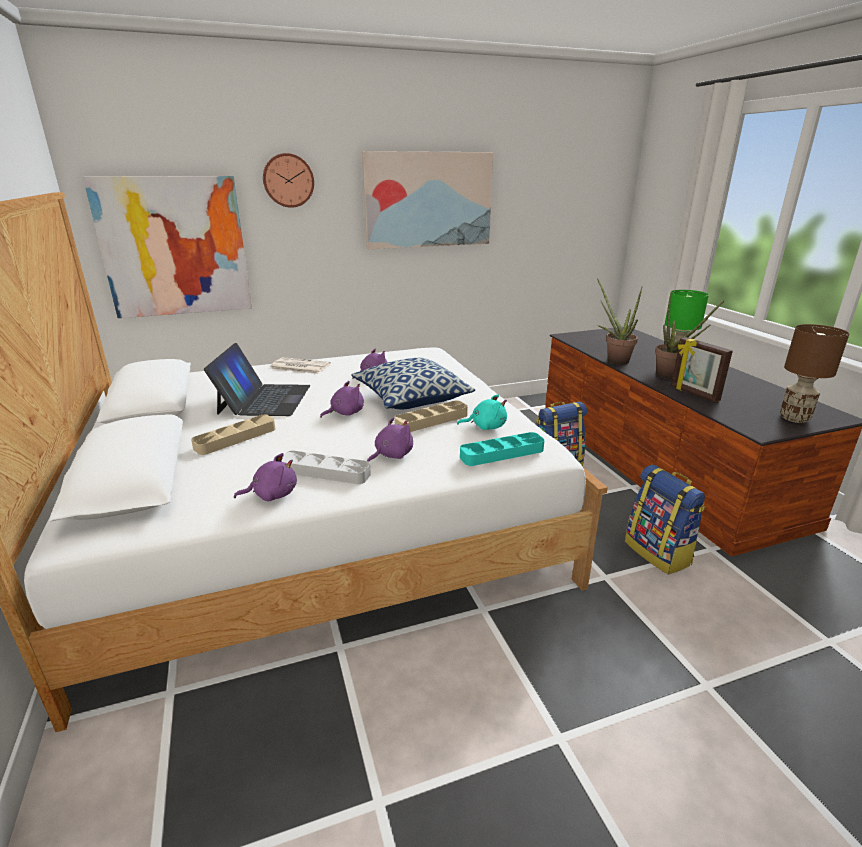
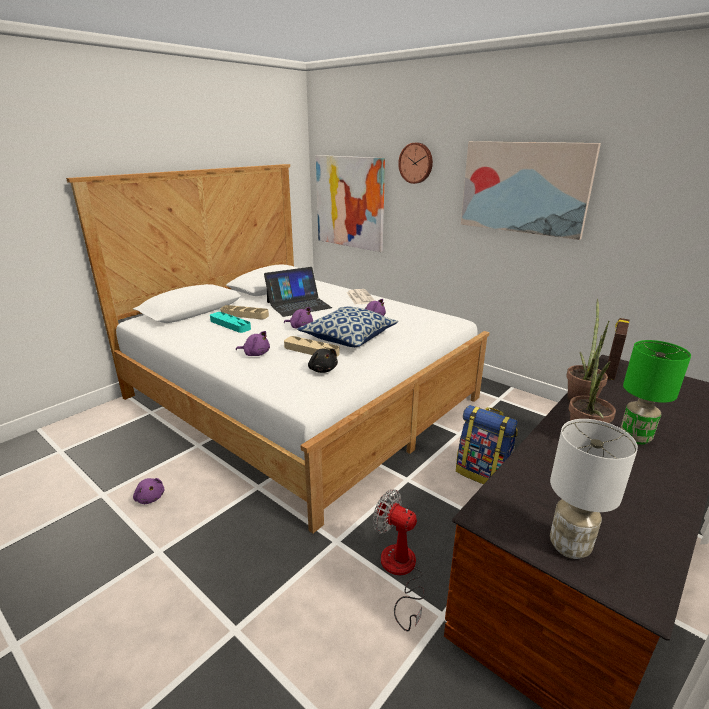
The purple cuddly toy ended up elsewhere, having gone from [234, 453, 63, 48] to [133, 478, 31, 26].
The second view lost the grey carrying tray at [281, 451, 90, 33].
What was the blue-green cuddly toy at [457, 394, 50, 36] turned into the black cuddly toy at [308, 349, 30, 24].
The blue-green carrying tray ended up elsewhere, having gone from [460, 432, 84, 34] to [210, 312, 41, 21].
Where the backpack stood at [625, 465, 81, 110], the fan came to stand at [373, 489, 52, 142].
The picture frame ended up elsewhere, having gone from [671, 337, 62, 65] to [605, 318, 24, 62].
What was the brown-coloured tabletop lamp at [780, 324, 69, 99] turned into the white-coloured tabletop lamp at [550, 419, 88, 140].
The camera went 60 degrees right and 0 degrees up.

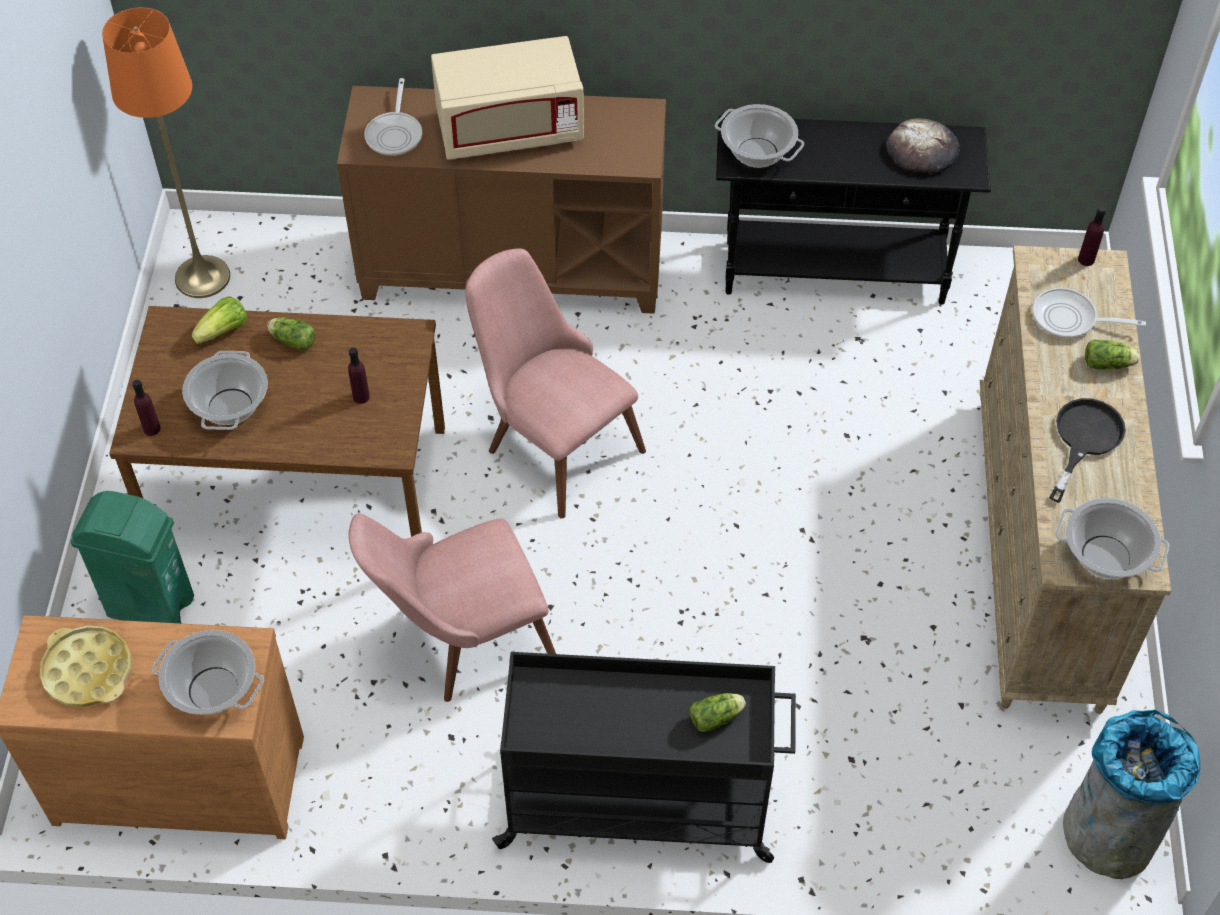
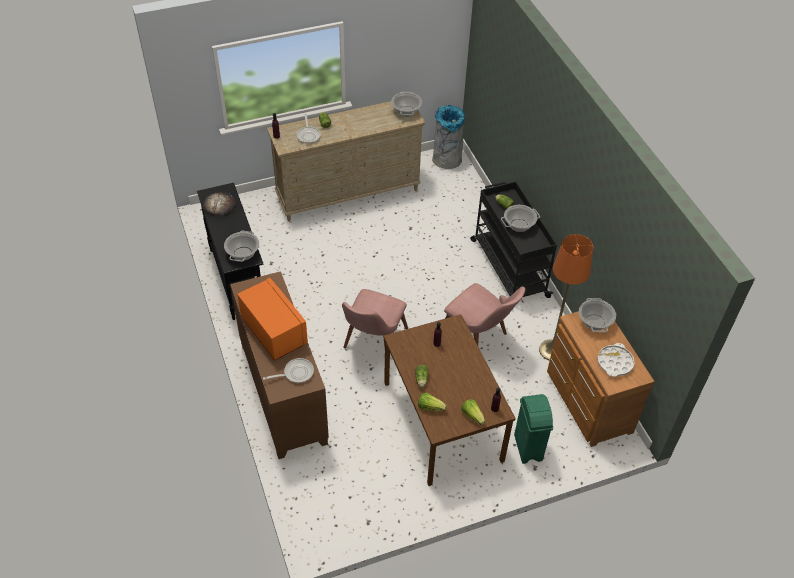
What was the yellow carrying tray at [40, 626, 91, 81] turned into the white-coloured carrying tray at [597, 343, 38, 34].
The orangey standard lamp ended up elsewhere, having gone from [102, 7, 128, 291] to [539, 234, 54, 127].
The cooking pot ended up elsewhere, having gone from [182, 351, 86, 79] to [501, 205, 39, 27].
What was the beige-coloured microwave oven at [431, 36, 153, 124] turned into the orangey microwave oven at [237, 278, 71, 83].
The second view lost the black frying pan at [1049, 398, 77, 105].
The second view gained the lettuce at [461, 399, 24, 26].
The camera went 115 degrees left and 5 degrees down.

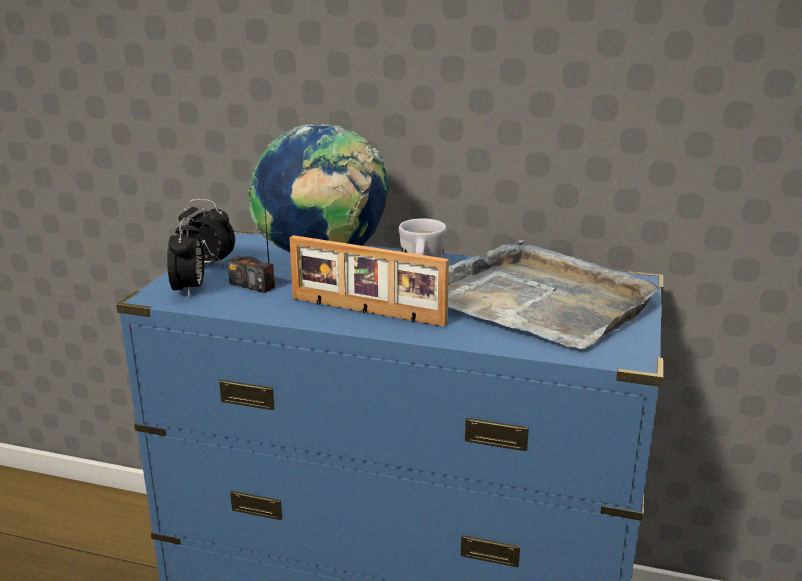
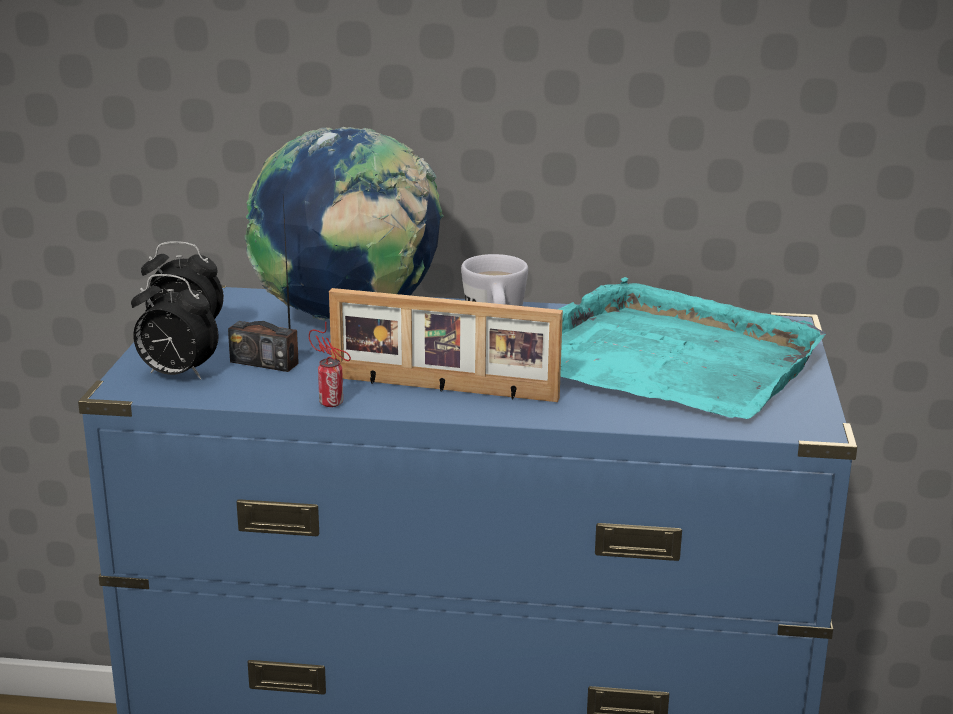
The table clock at [167, 217, 37, 80] ended up facing another way, 120 degrees clockwise from before.
What was the grey carrying tray at [448, 240, 212, 109] turned into the blue-green carrying tray at [558, 277, 268, 142].
The second view gained the can at [309, 322, 42, 85].
The camera went 10 degrees left and 0 degrees up.

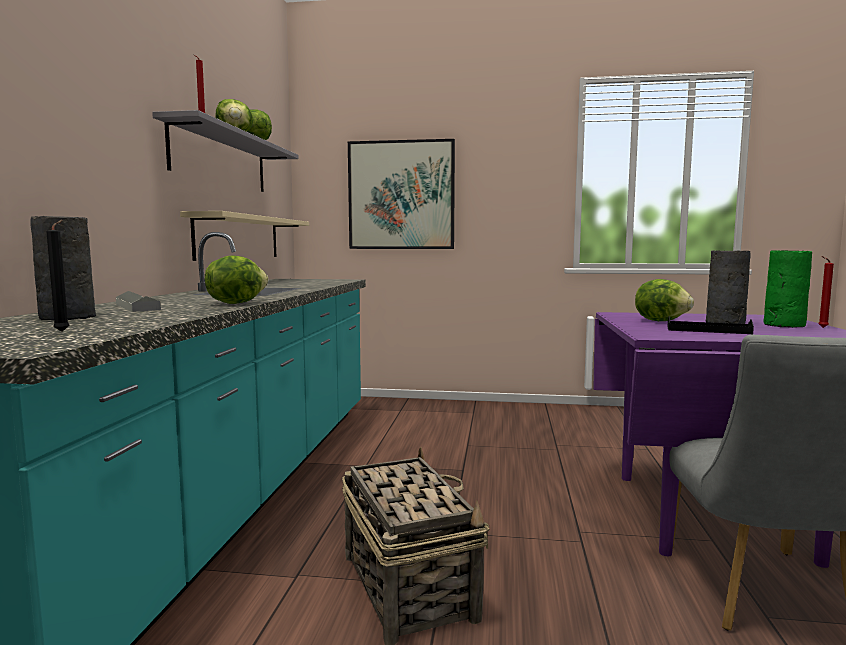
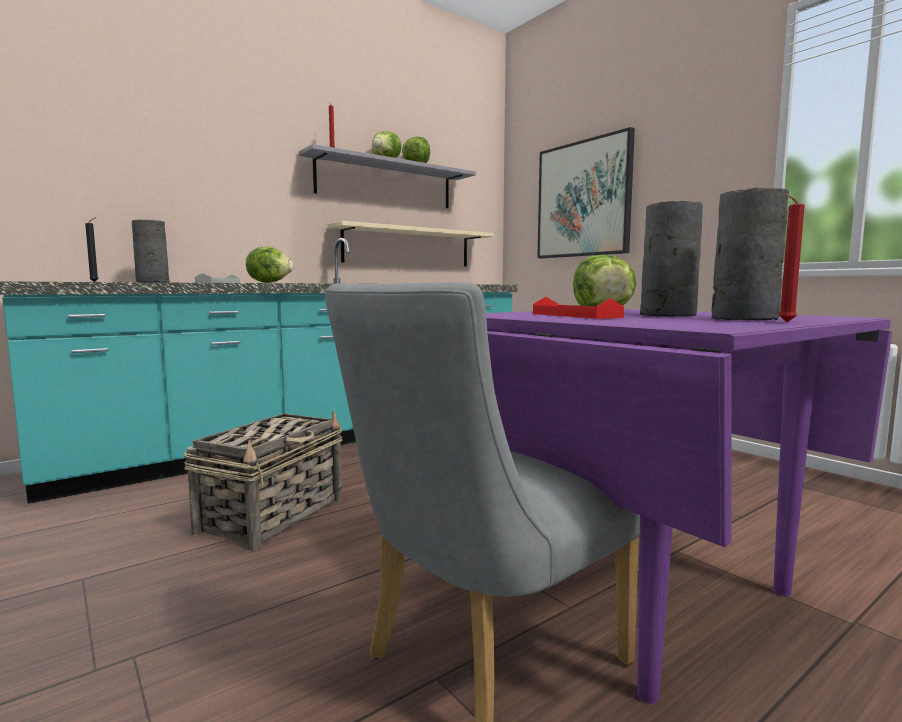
What was the black carrying tray at [667, 316, 87, 18] turned into the reddish carrying tray at [533, 297, 91, 22].
What was the green vase at [763, 250, 49, 78] turned into the grey vase at [711, 188, 78, 132].
The camera went 45 degrees right and 0 degrees up.

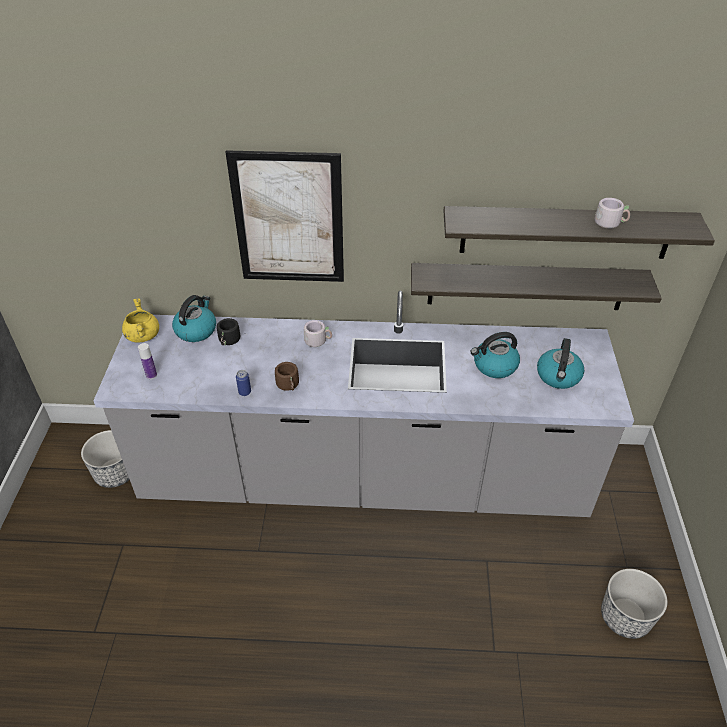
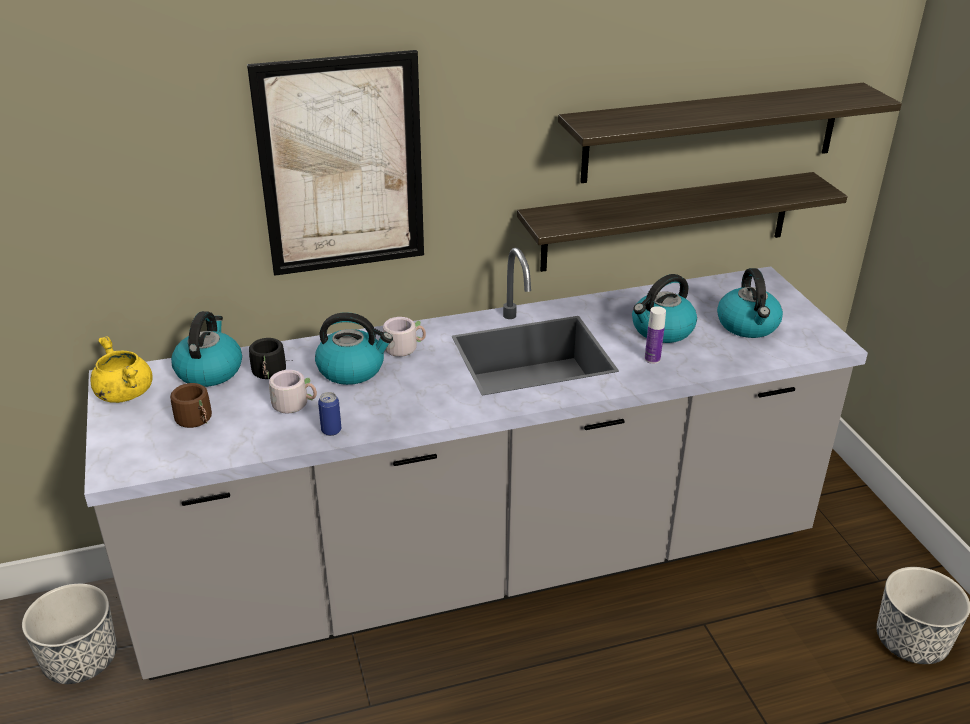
The drink bottle ended up elsewhere, having gone from [138, 343, 19, 36] to [645, 306, 21, 58].
The brown-coloured tea mug ended up elsewhere, having gone from [275, 362, 24, 29] to [170, 383, 42, 45].
The grey tea mug ended up elsewhere, having gone from [595, 198, 35, 30] to [269, 370, 48, 43].
The second view gained the kettle at [315, 312, 78, 73].
The camera went 20 degrees left and 10 degrees down.

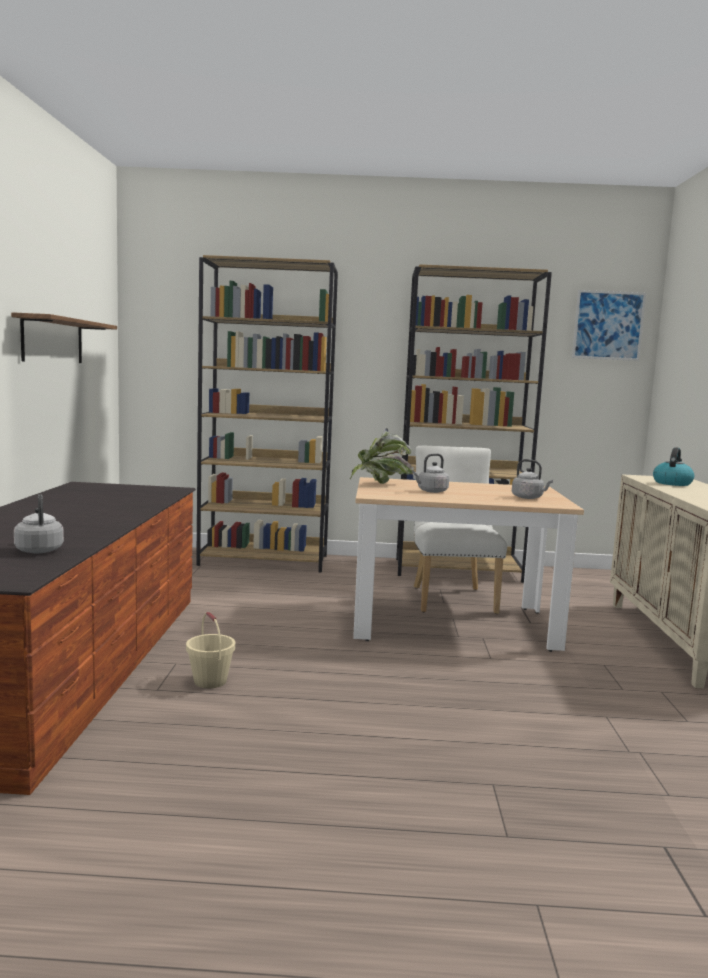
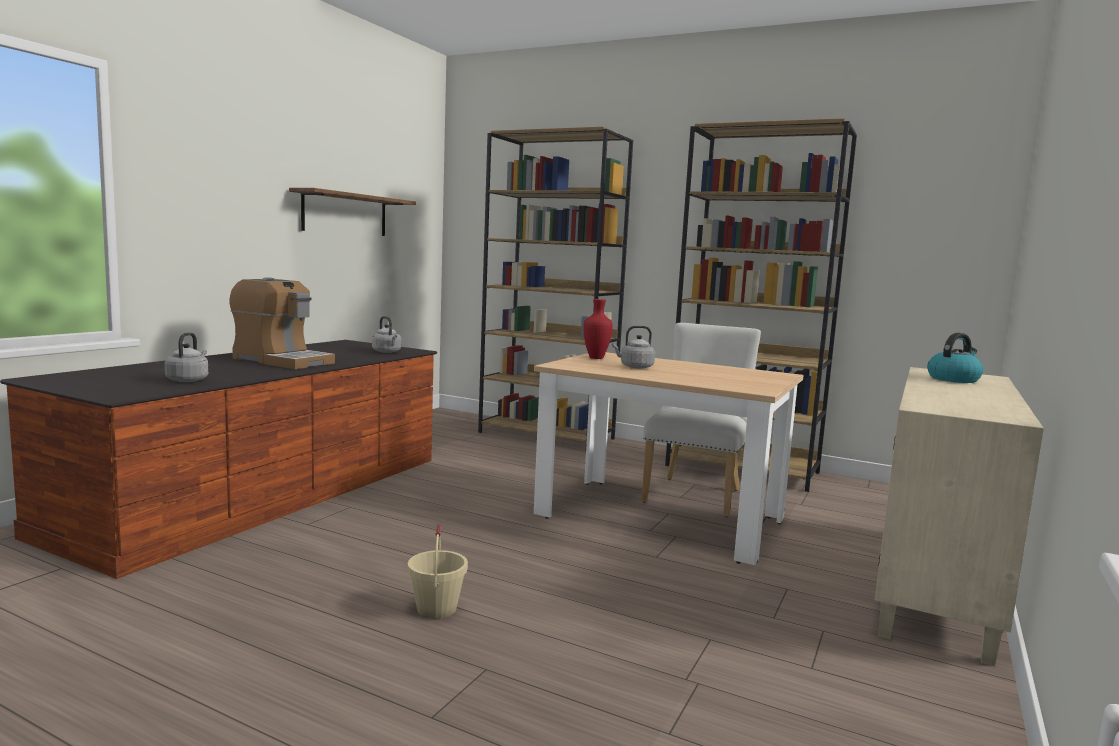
The beige-coloured bucket ended up elsewhere, having gone from [186, 612, 49, 77] to [408, 524, 60, 95].
Where the potted plant stood at [350, 428, 64, 56], the reddish vase came to stand at [584, 299, 29, 60].
The grey kettle ended up elsewhere, having gone from [512, 459, 41, 40] to [372, 316, 29, 37].
The second view lost the wall art at [572, 290, 74, 71].
The second view gained the coffee maker at [229, 277, 106, 92].
The camera went 25 degrees right and 0 degrees up.

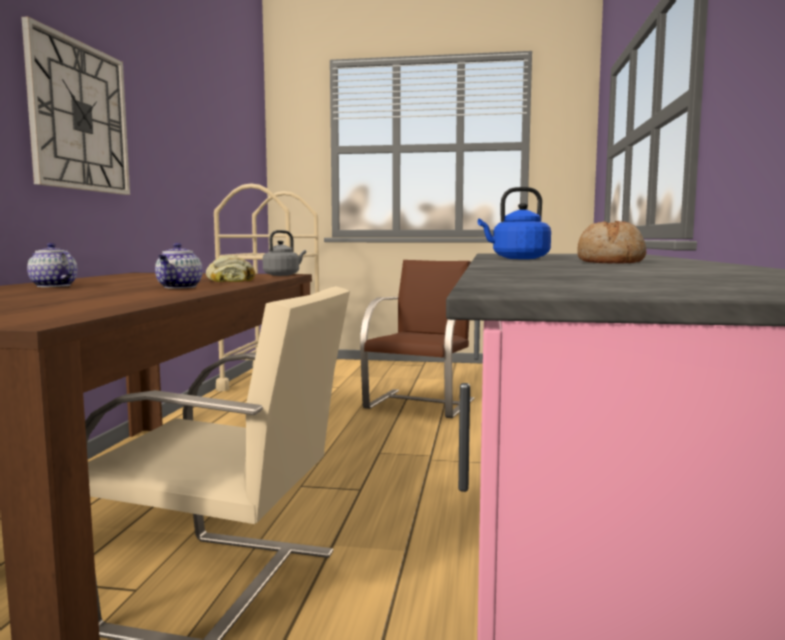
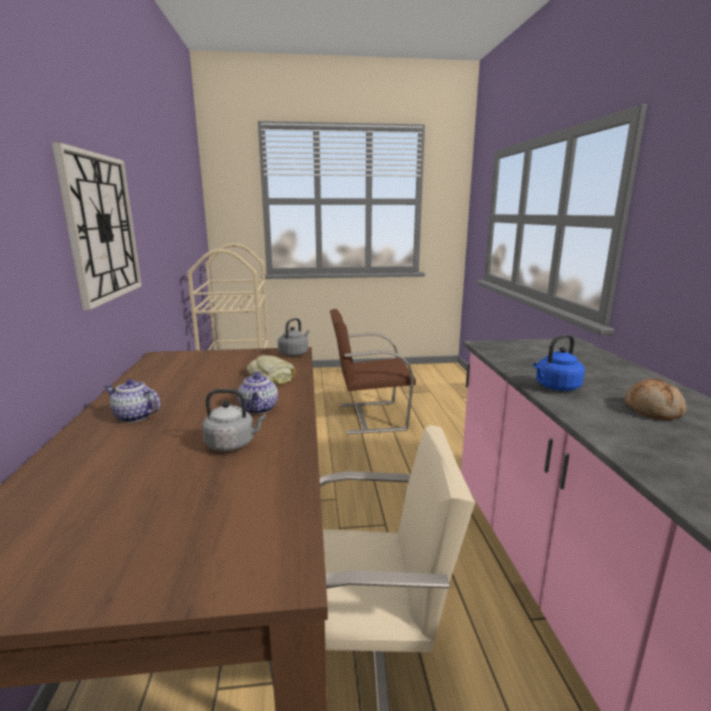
The brown-coloured chair at [360, 260, 114, 158] ended up facing another way, 105 degrees counterclockwise from before.
The second view gained the grey kettle at [202, 389, 64, 62].
The camera went 15 degrees left and 10 degrees up.

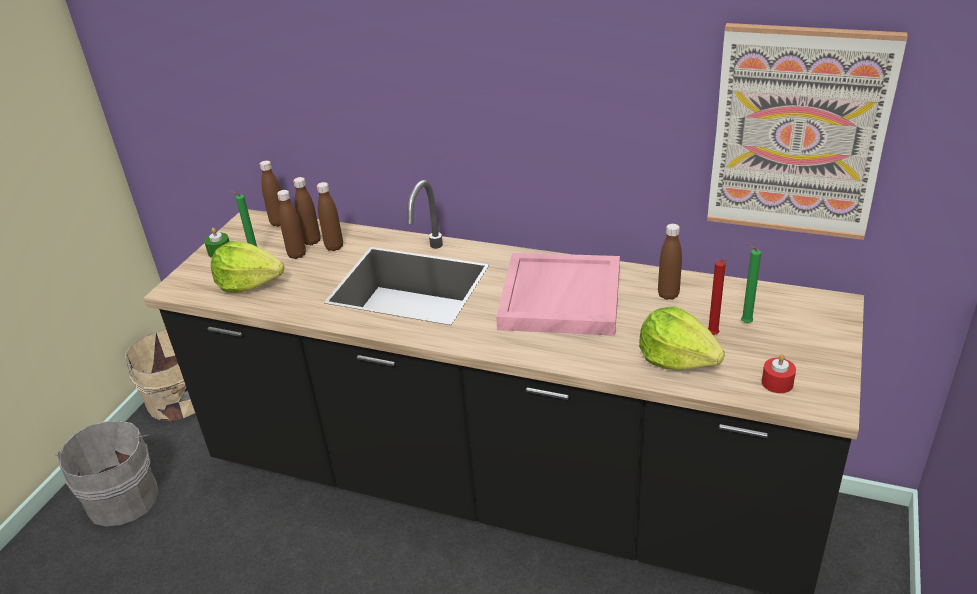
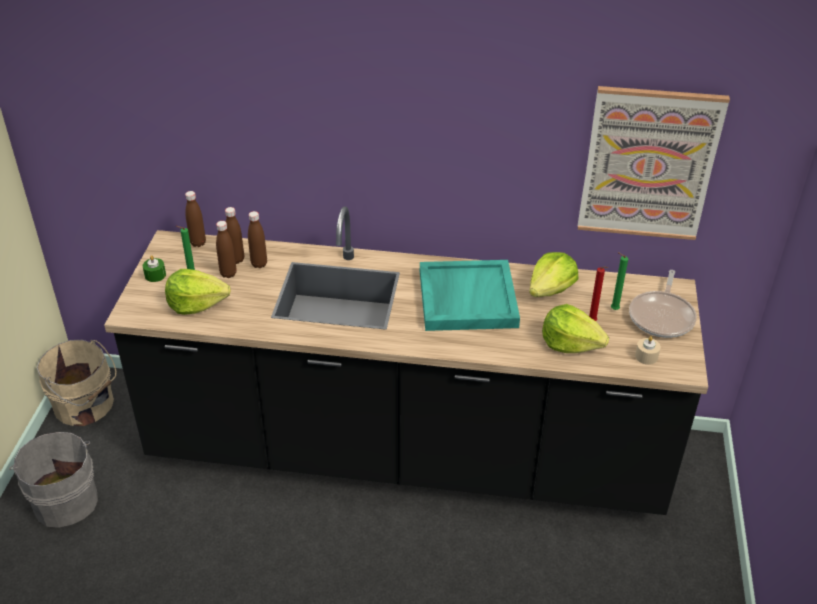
What was the pink-coloured carrying tray at [496, 253, 124, 83] turned into the blue-green carrying tray at [420, 260, 100, 71].
Where the brown-coloured drink bottle stood at [658, 224, 24, 76], the lettuce came to stand at [529, 252, 49, 45].
What was the reddish candle at [762, 354, 34, 39] turned into the beige-coloured candle at [635, 336, 26, 29].
The second view gained the frying pan at [629, 270, 68, 68].
The camera went 15 degrees left and 5 degrees up.

